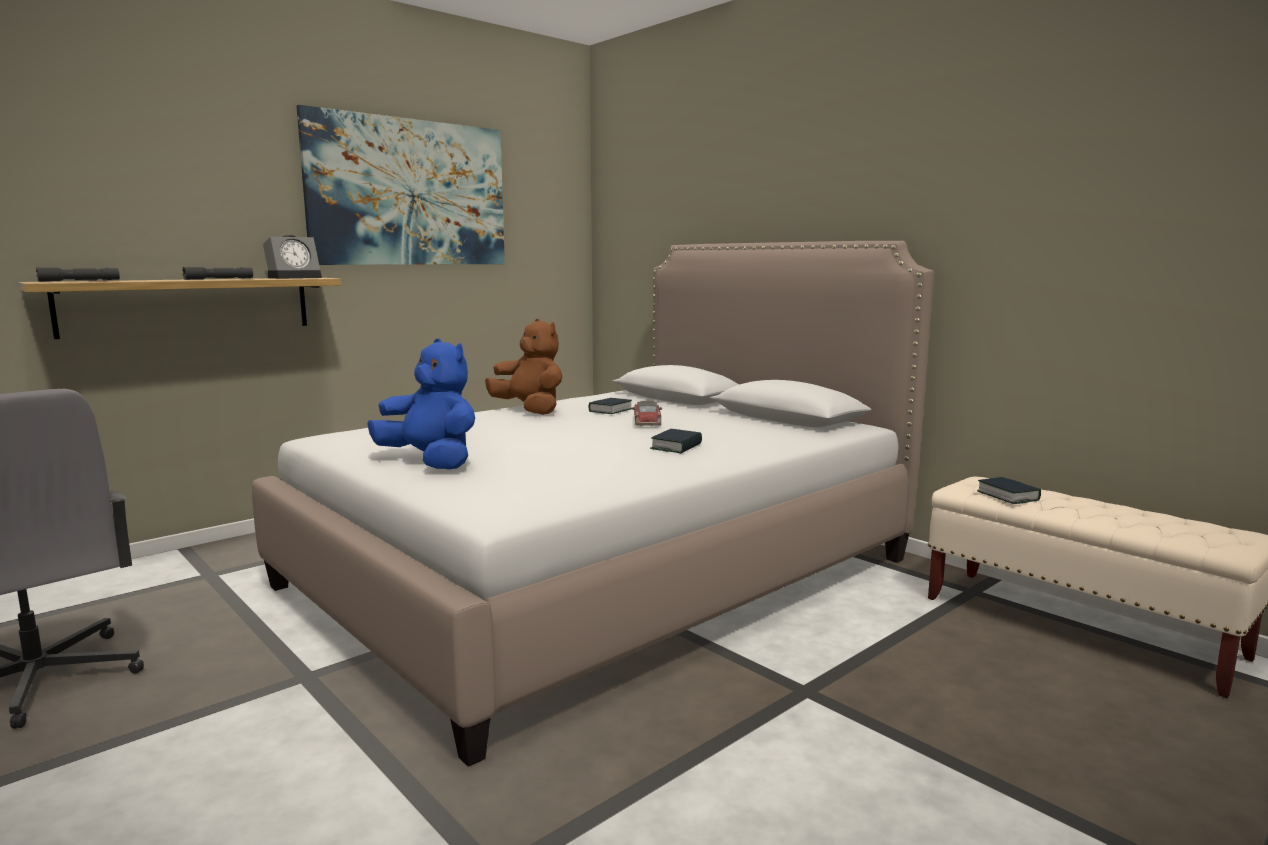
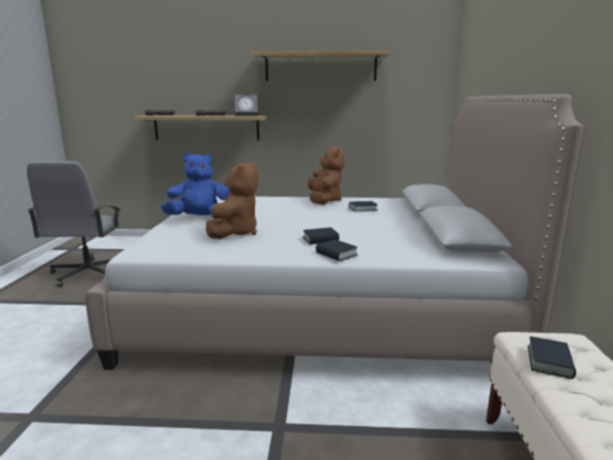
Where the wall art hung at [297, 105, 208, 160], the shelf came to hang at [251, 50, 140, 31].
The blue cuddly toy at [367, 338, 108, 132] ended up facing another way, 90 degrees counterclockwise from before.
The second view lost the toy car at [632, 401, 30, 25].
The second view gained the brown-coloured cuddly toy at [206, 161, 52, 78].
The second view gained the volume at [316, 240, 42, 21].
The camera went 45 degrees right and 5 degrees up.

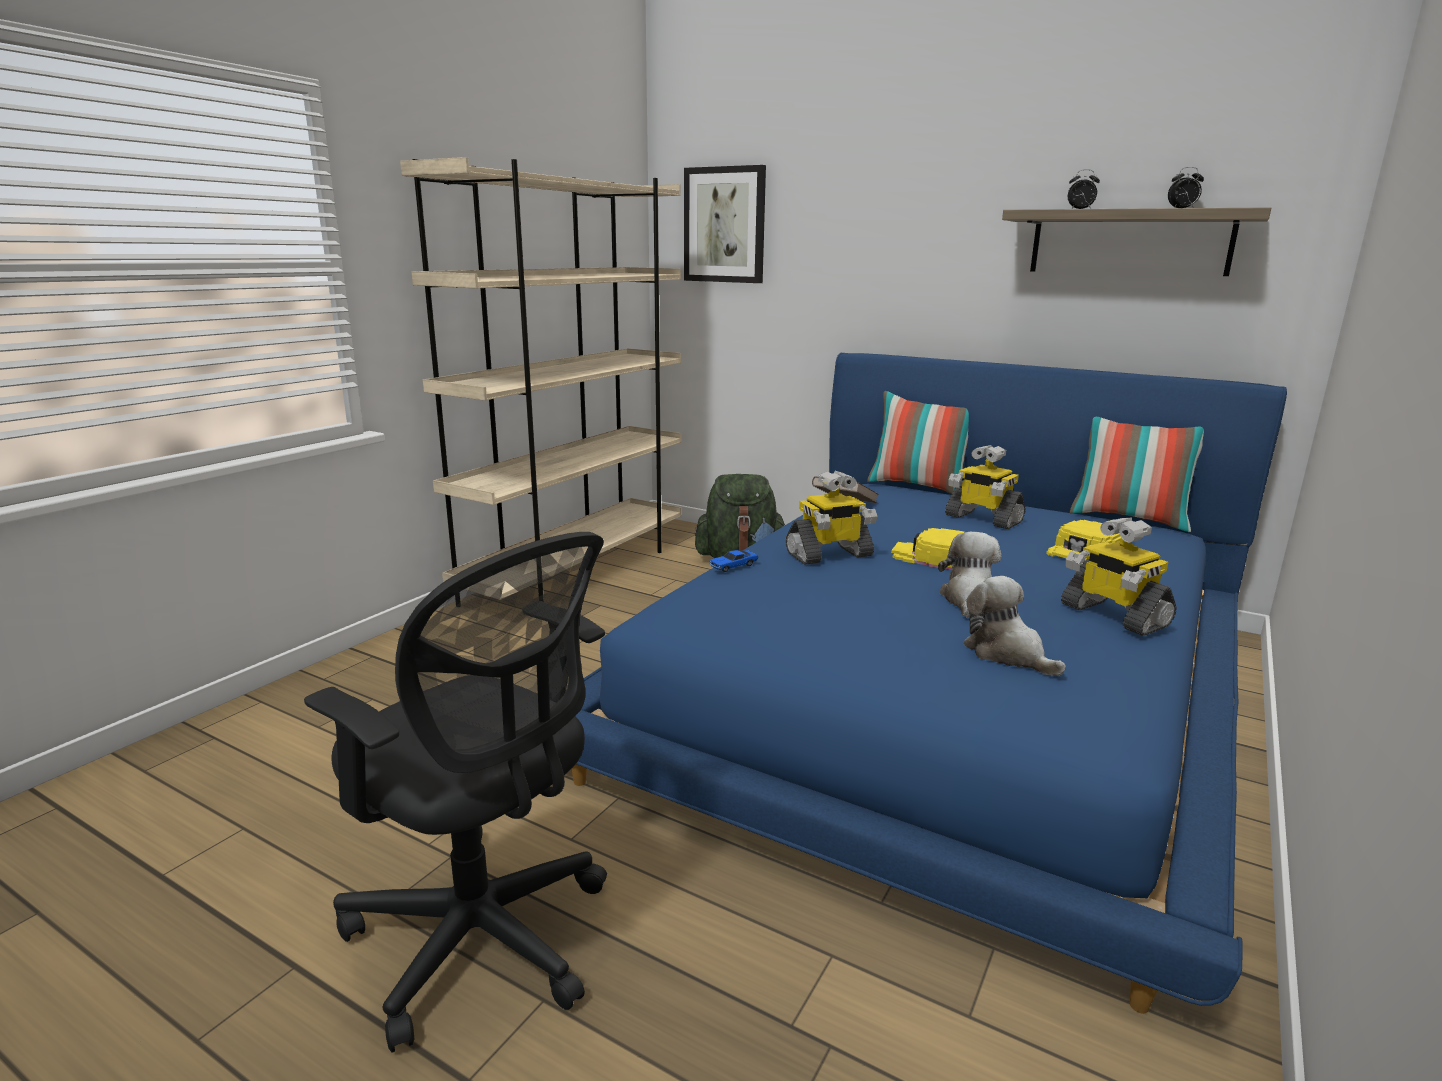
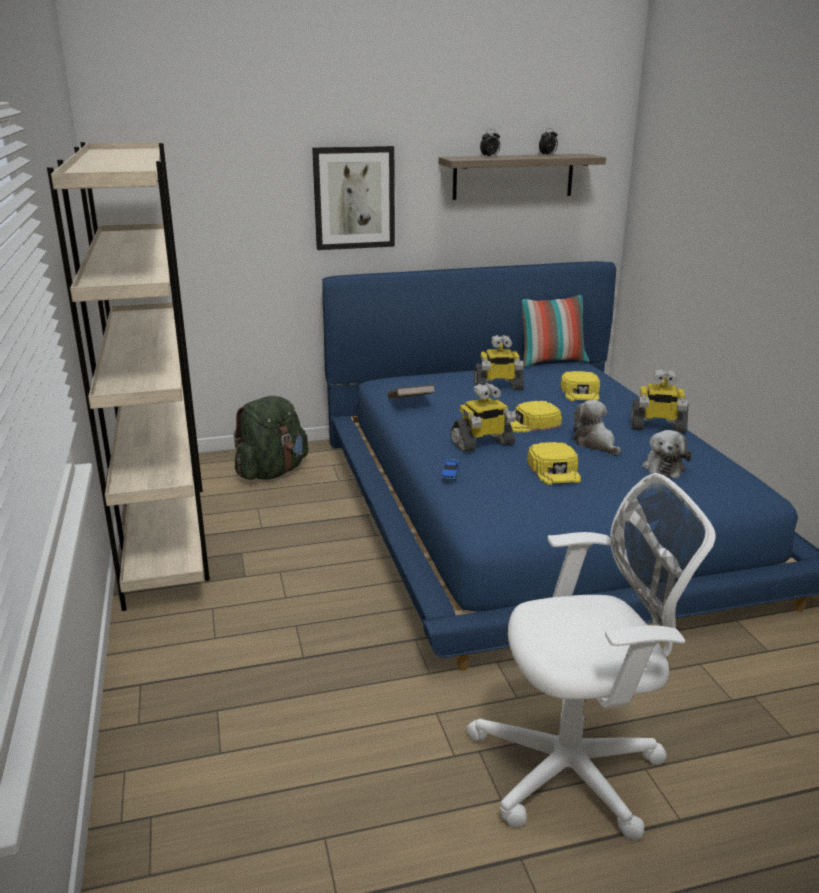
What was the black office chair at [304, 532, 303, 520] turned into the white-coloured office chair at [466, 473, 250, 367].
The wall art ended up elsewhere, having gone from [684, 165, 82, 118] to [312, 146, 83, 104].
The robot figure at [786, 471, 91, 94] ended up facing another way, 45 degrees clockwise from before.
The second view lost the throw pillow at [867, 391, 102, 103].
The cuddly toy at [963, 576, 103, 100] ended up facing another way, 90 degrees counterclockwise from before.
The second view gained the yellow peaked cap at [527, 442, 54, 43].
The camera went 45 degrees left and 5 degrees up.

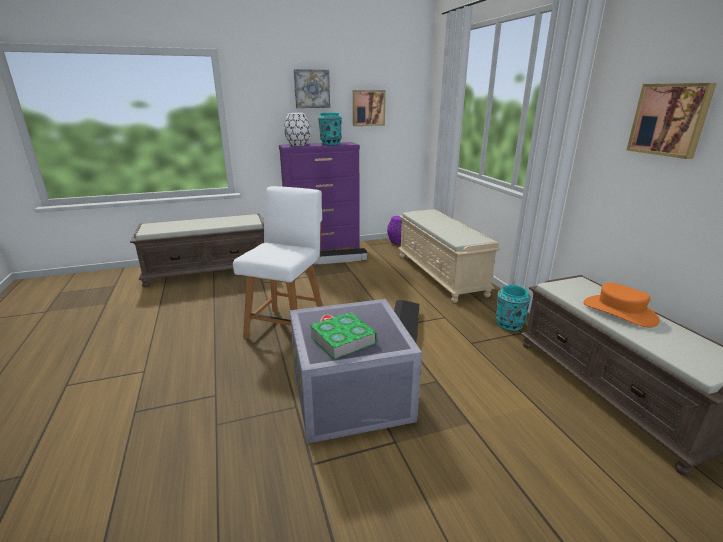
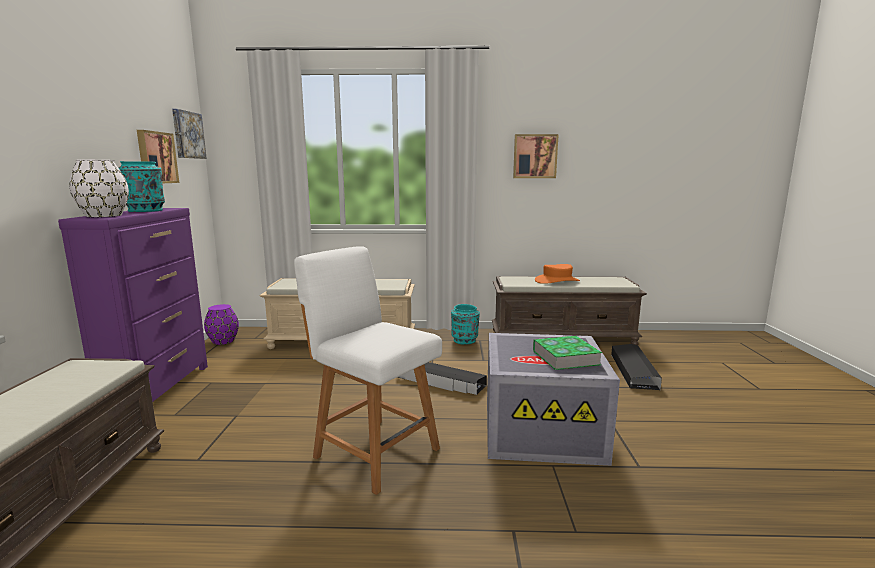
The wall art ended up elsewhere, having gone from [294, 69, 36, 39] to [172, 109, 35, 50].
The black storage container ended up elsewhere, having gone from [313, 248, 54, 17] to [611, 344, 51, 46].
The camera went 70 degrees left and 10 degrees down.

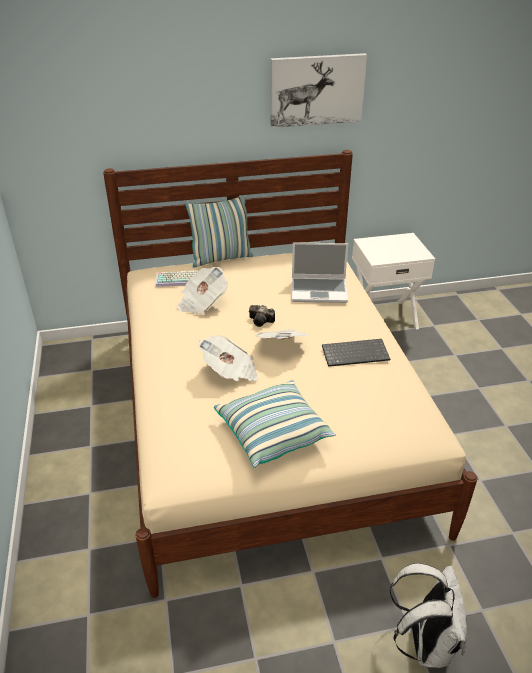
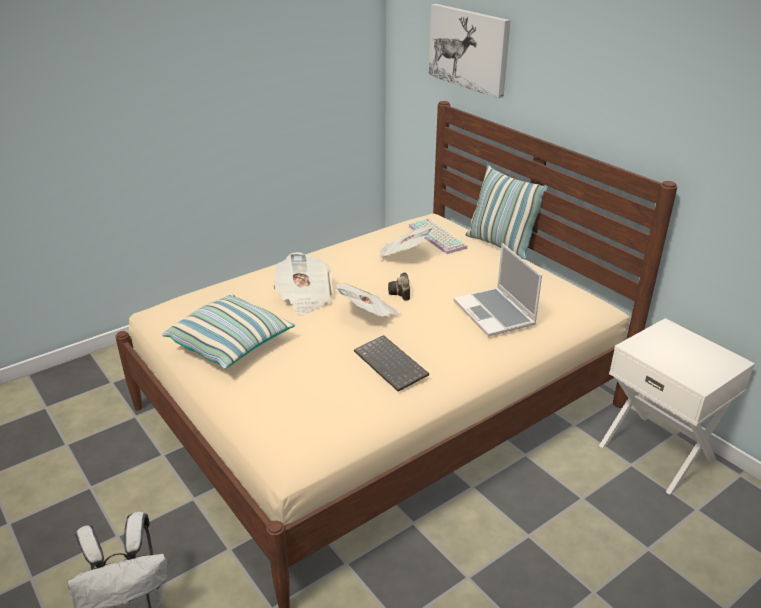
The wall art ended up elsewhere, having gone from [270, 53, 97, 75] to [429, 4, 81, 94].
The camera went 65 degrees right and 5 degrees down.

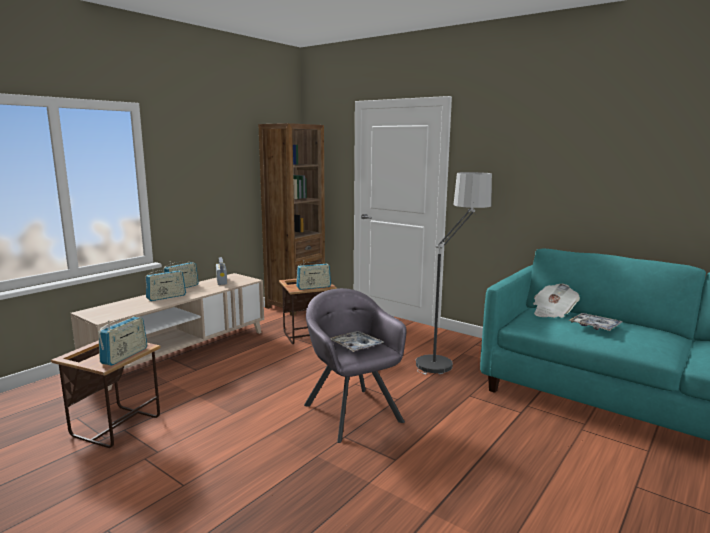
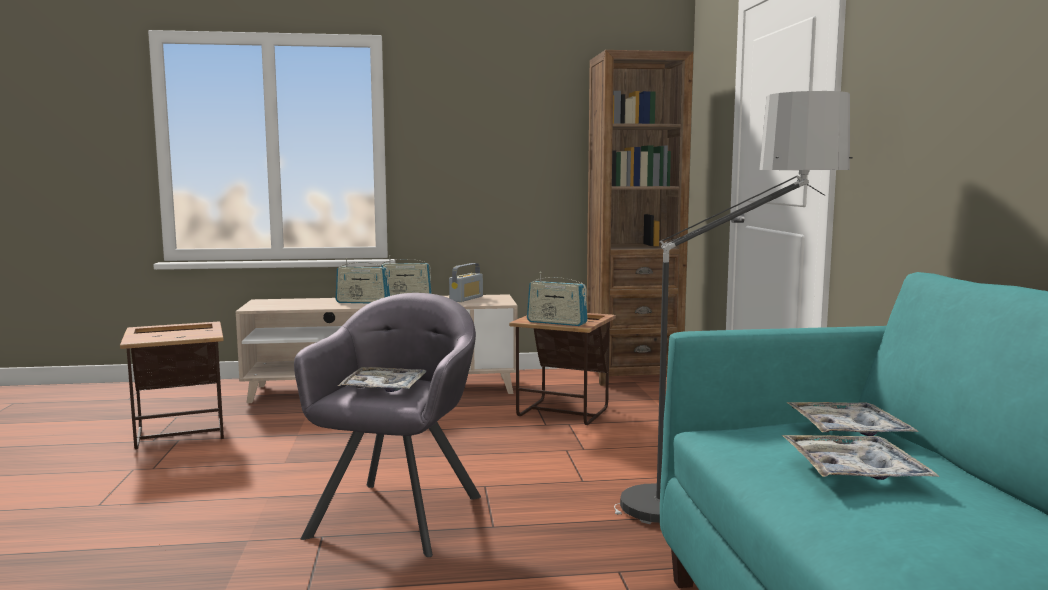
The second view lost the radio at [98, 316, 49, 50].
Where the newspaper stood at [533, 284, 47, 34], the carrying tray came to stand at [786, 402, 133, 34].
The camera went 45 degrees right and 5 degrees down.

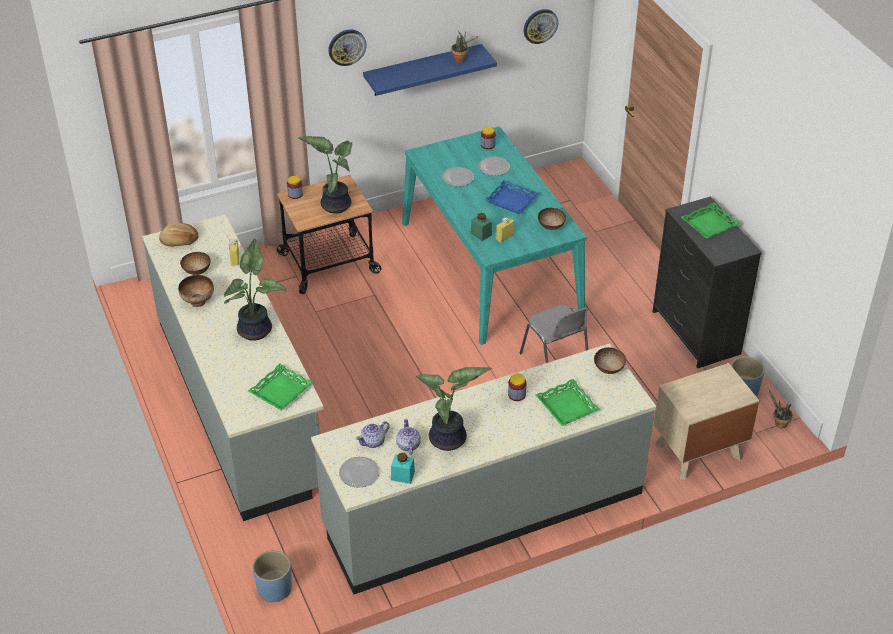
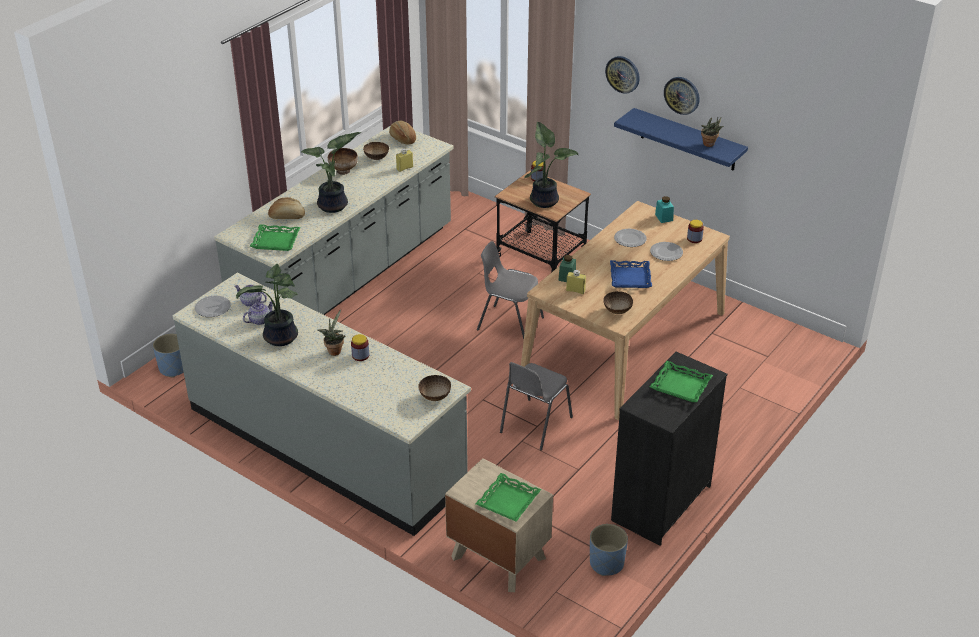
The blue-green preserve jar ended up elsewhere, having gone from [391, 453, 24, 31] to [655, 196, 19, 27].
What was the blue-green kitchen table at [402, 127, 184, 218] turned into the beige-coloured kitchen table at [521, 201, 209, 219].
The clock on the wall ended up elsewhere, having gone from [524, 9, 34, 35] to [664, 77, 36, 38].
The green carrying tray ended up elsewhere, having gone from [535, 379, 65, 47] to [475, 473, 67, 49].
The potted plant ended up elsewhere, having gone from [769, 390, 24, 39] to [317, 310, 29, 46].
The second view gained the bakery bread at [268, 197, 37, 22].
The second view gained the grey chair at [477, 241, 67, 98].
The camera went 60 degrees right and 5 degrees down.

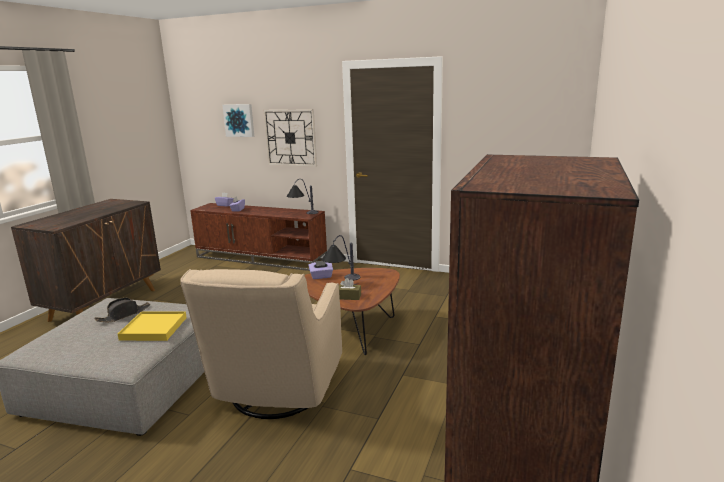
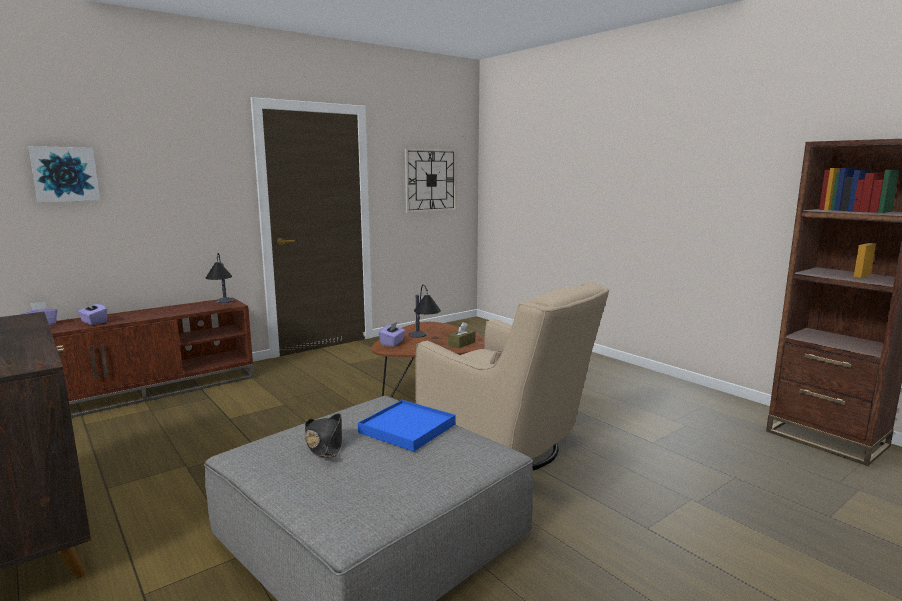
What was the yellow carrying tray at [118, 311, 69, 30] turned into the blue carrying tray at [358, 400, 97, 52].
The clock on the wall ended up elsewhere, having gone from [263, 109, 54, 58] to [405, 148, 52, 65].
The camera went 60 degrees left and 5 degrees down.

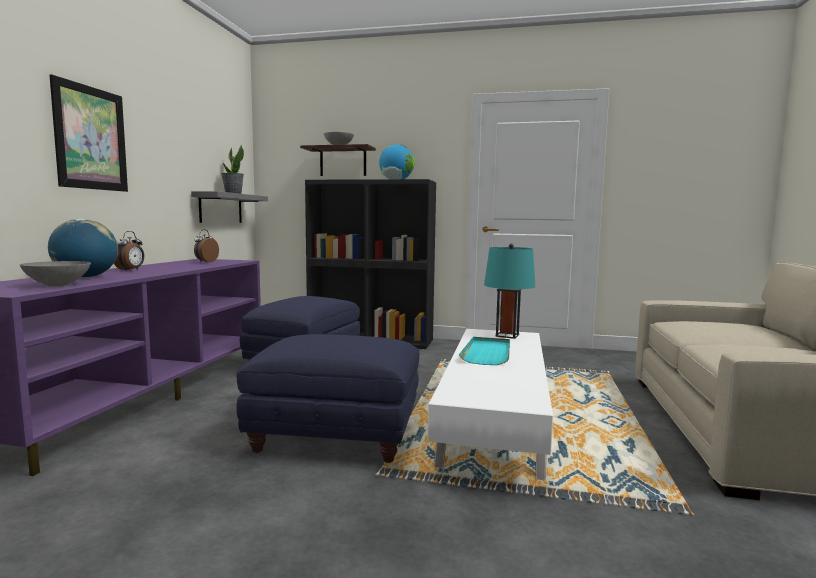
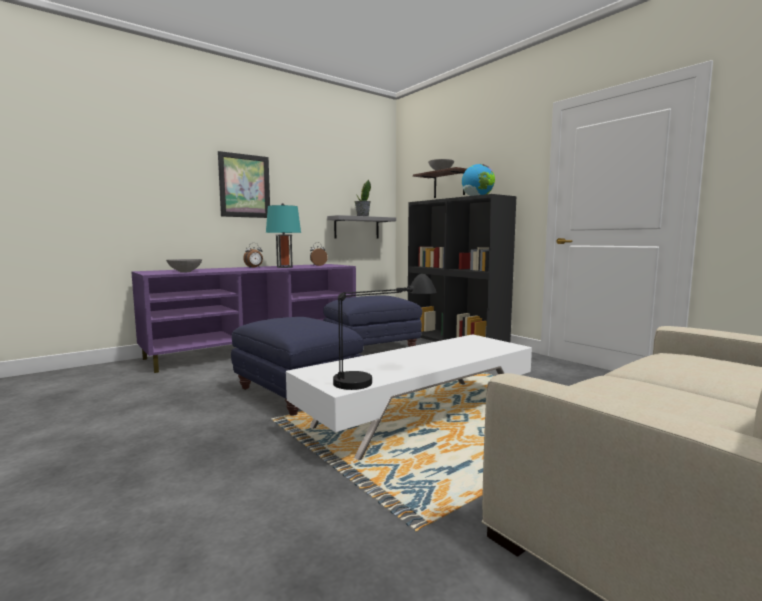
The second view lost the desk globe at [48, 219, 70, 59].
The second view lost the blue-green carrying tray at [459, 337, 51, 28].
The blue-green tabletop lamp ended up elsewhere, having gone from [484, 243, 51, 96] to [266, 203, 35, 65].
The second view gained the black tabletop lamp at [333, 274, 104, 116].
The camera went 40 degrees right and 0 degrees up.

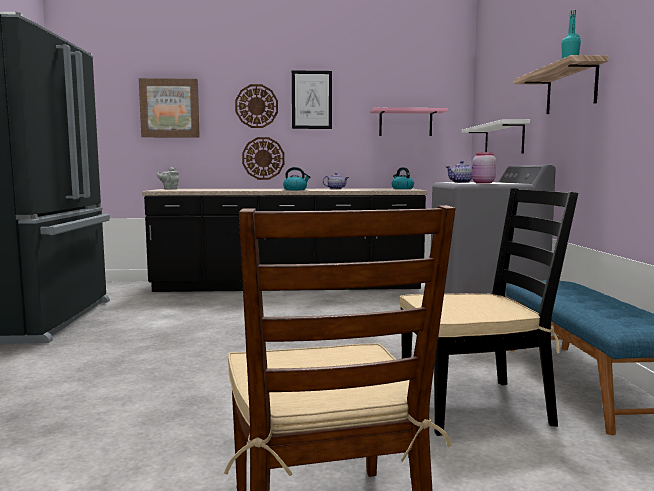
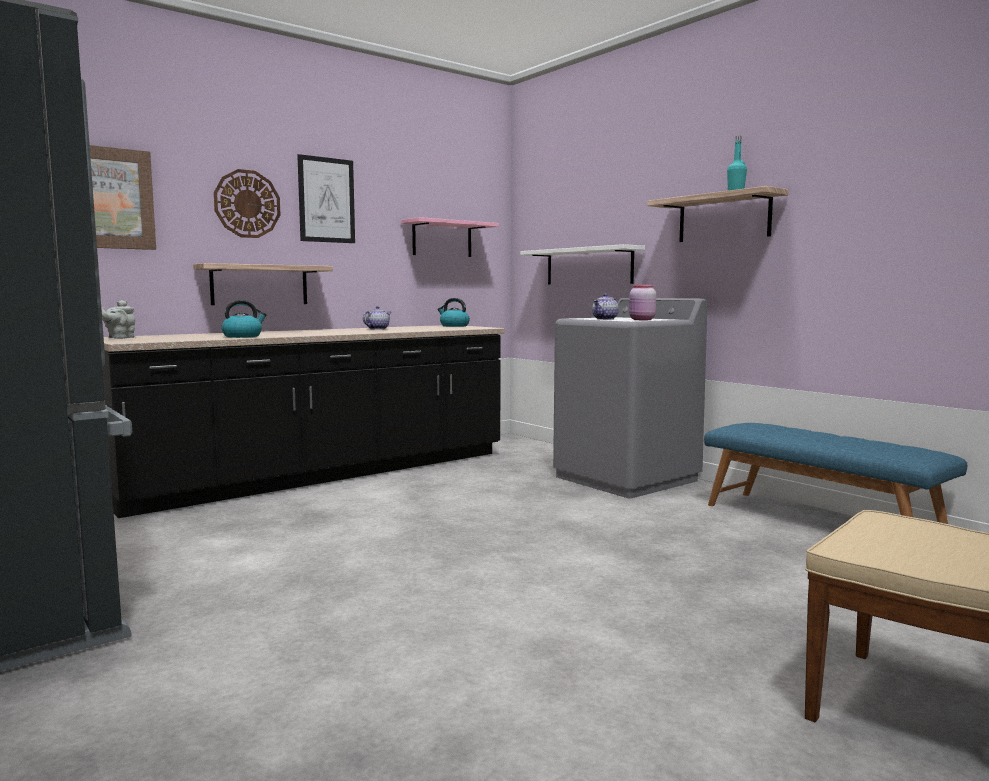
Where the clock on the wall hung at [242, 137, 42, 43], the shelf came to hang at [193, 263, 140, 42].
The kettle ended up elsewhere, having gone from [283, 167, 27, 23] to [221, 300, 46, 38].
The second view lost the black chair at [400, 188, 178, 248].
The camera went 35 degrees left and 0 degrees up.

